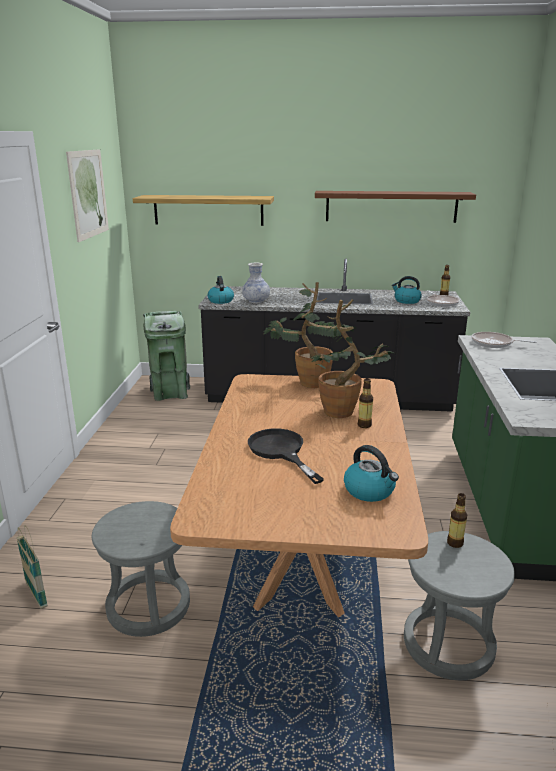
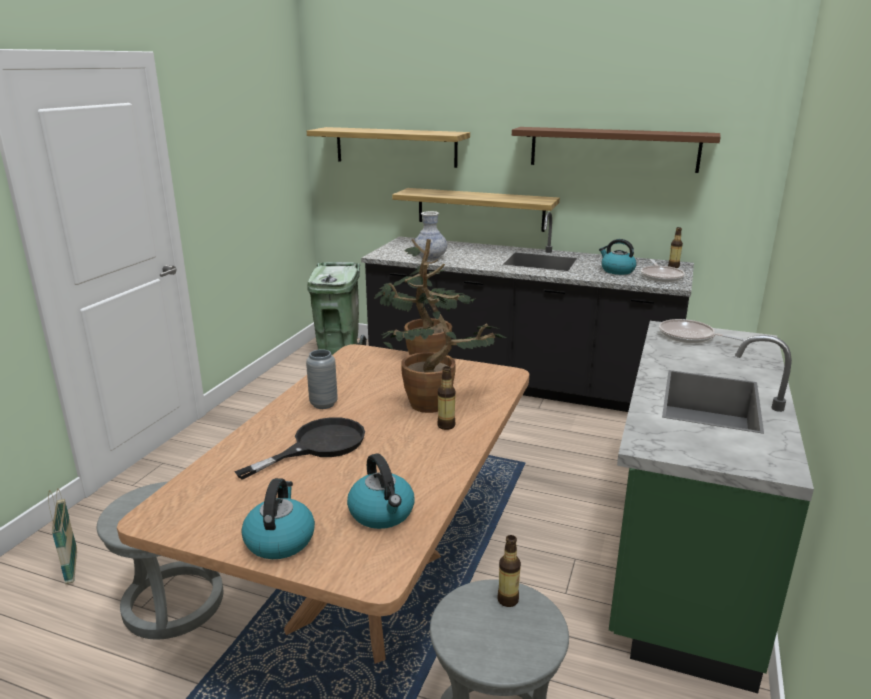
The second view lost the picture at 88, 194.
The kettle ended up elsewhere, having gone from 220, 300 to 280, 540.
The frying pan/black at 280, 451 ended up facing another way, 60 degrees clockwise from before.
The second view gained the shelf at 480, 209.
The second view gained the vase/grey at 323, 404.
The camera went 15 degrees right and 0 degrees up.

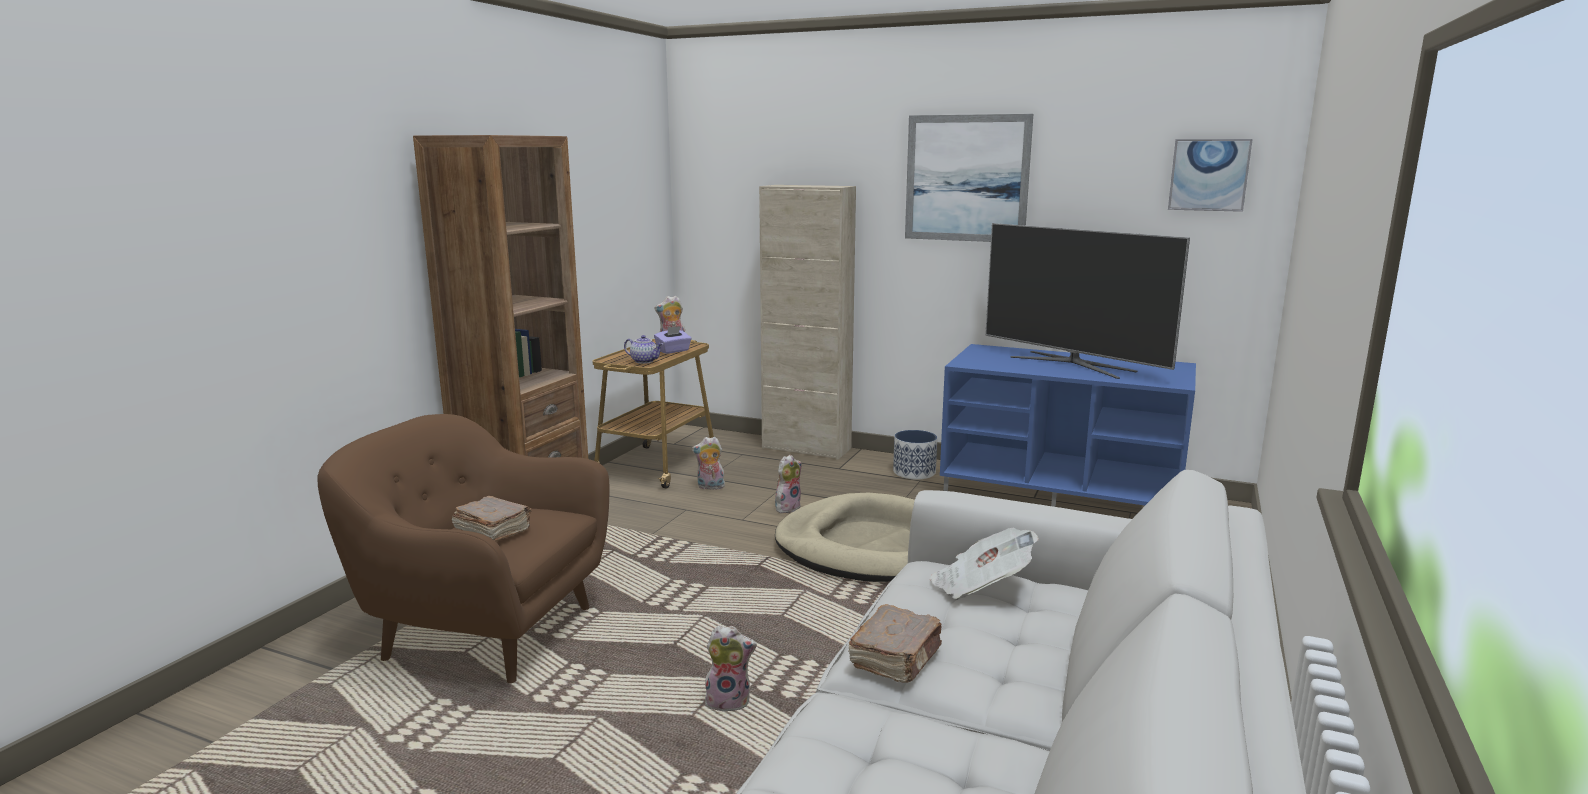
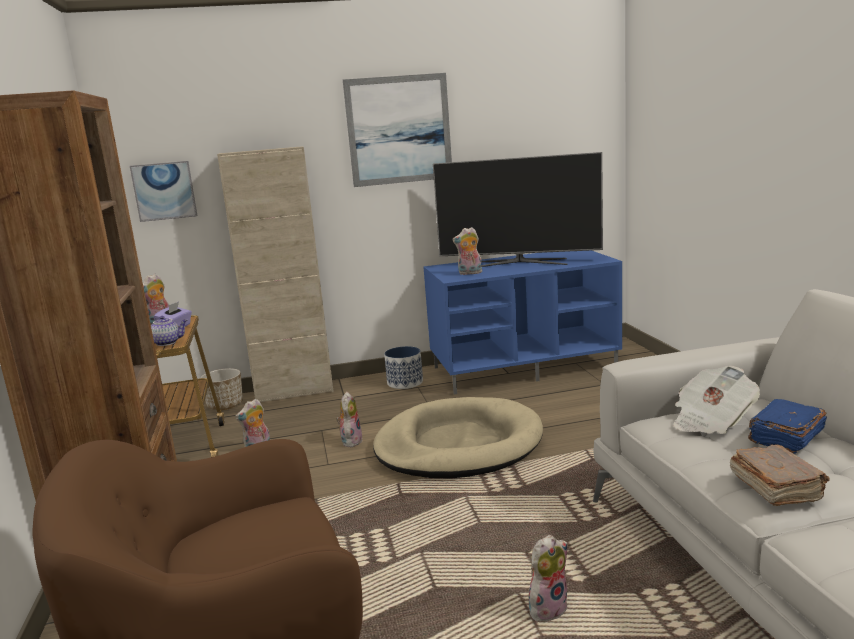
The picture ended up elsewhere, having gone from 1209, 175 to 164, 191.
The second view lost the book/brown at 492, 531.
The second view gained the plush toy at 469, 273.
The second view gained the planter at 225, 405.
The second view gained the book/blue at 785, 437.
The camera went 35 degrees left and 0 degrees up.

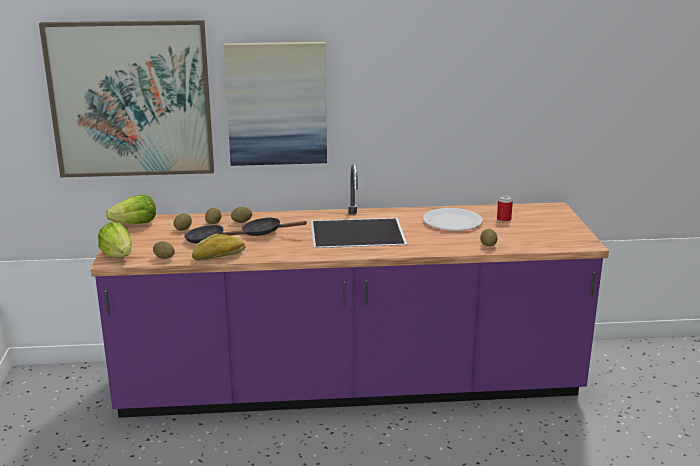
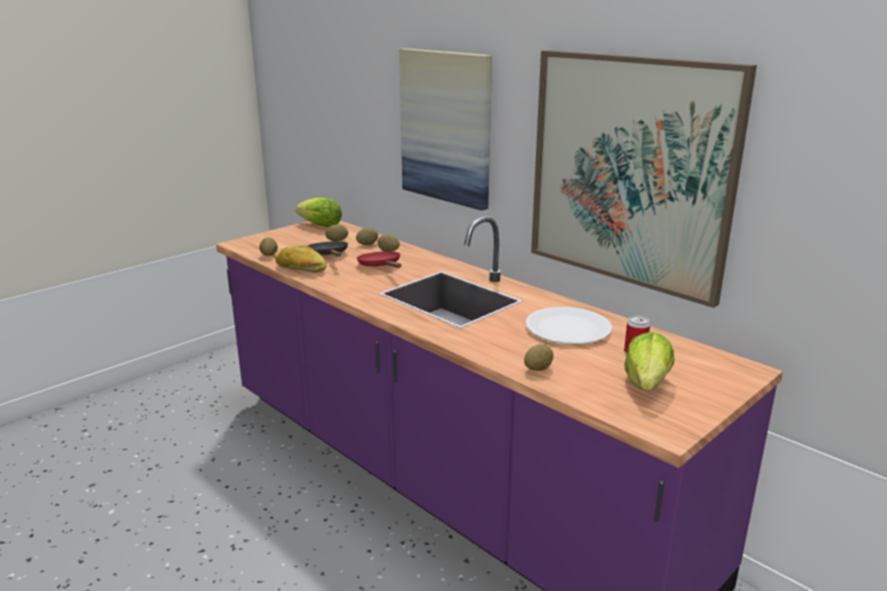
The picture ended up elsewhere, having gone from 131, 99 to 629, 172.
What was the frying pan/black at 266, 232 turned into the frying pan/red at 381, 266.
The lettuce ended up elsewhere, having gone from 118, 255 to 647, 384.
The camera went 50 degrees right and 0 degrees up.

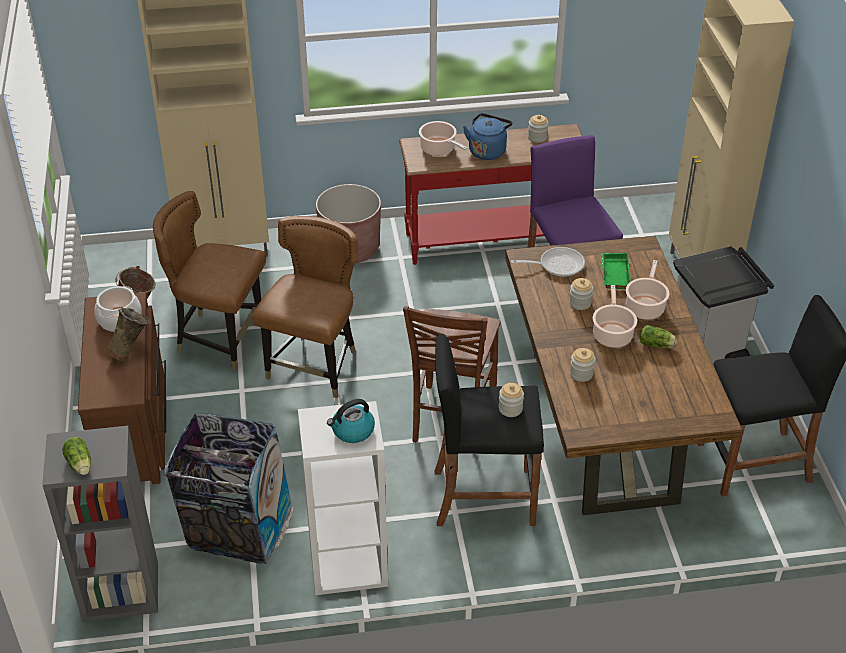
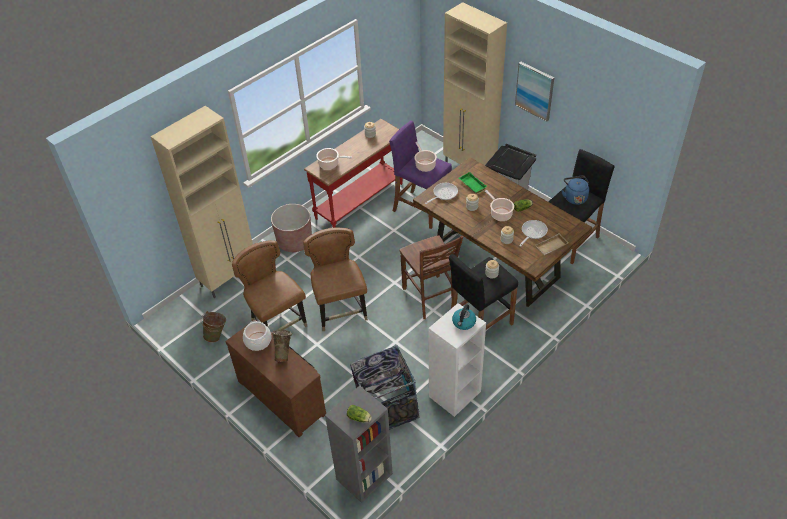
The kettle/blue ended up elsewhere, having gone from 487, 150 to 574, 197.
The chair/brown at 220, 339 ended up facing another way, 75 degrees clockwise from before.
The cooking pot ended up elsewhere, having gone from 645, 307 to 425, 165.
The second view gained the picture at 535, 91.
The second view gained the frying pan at 532, 232.
The second view gained the tray/beige at 551, 247.
The camera went 35 degrees left and 5 degrees up.

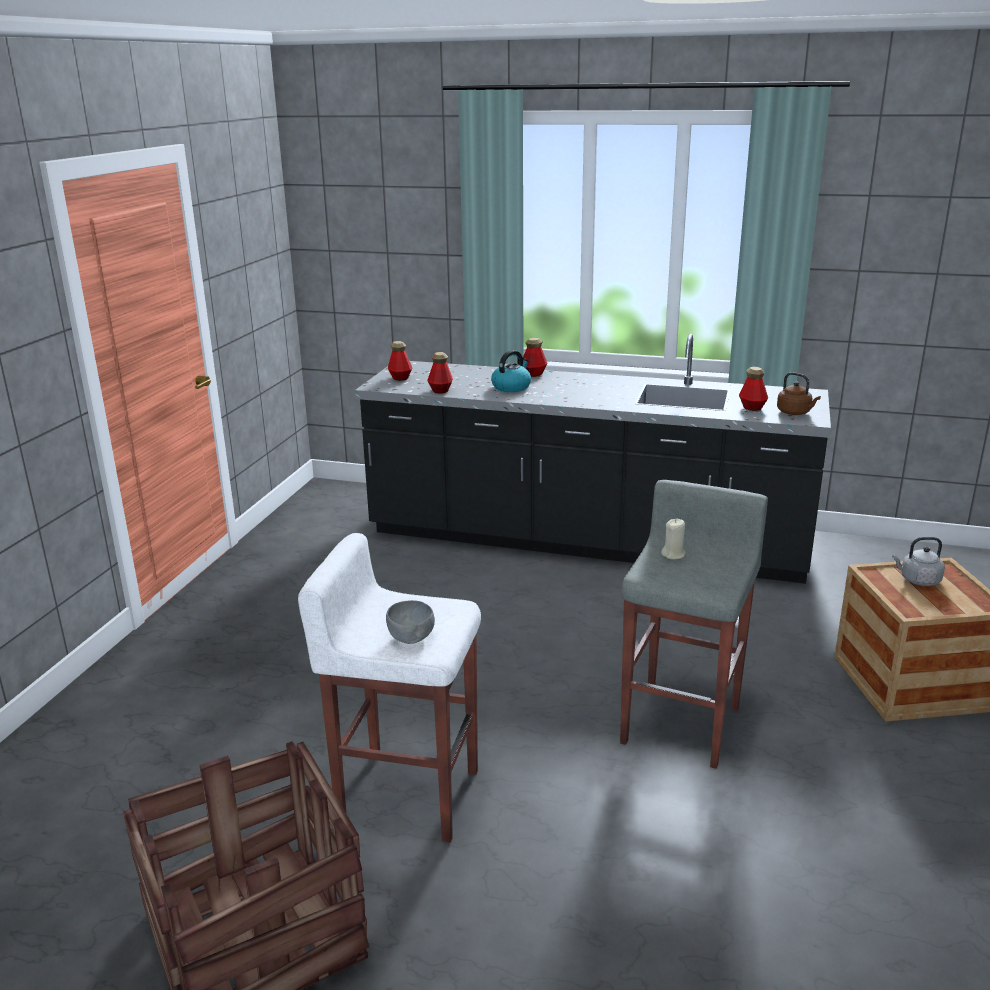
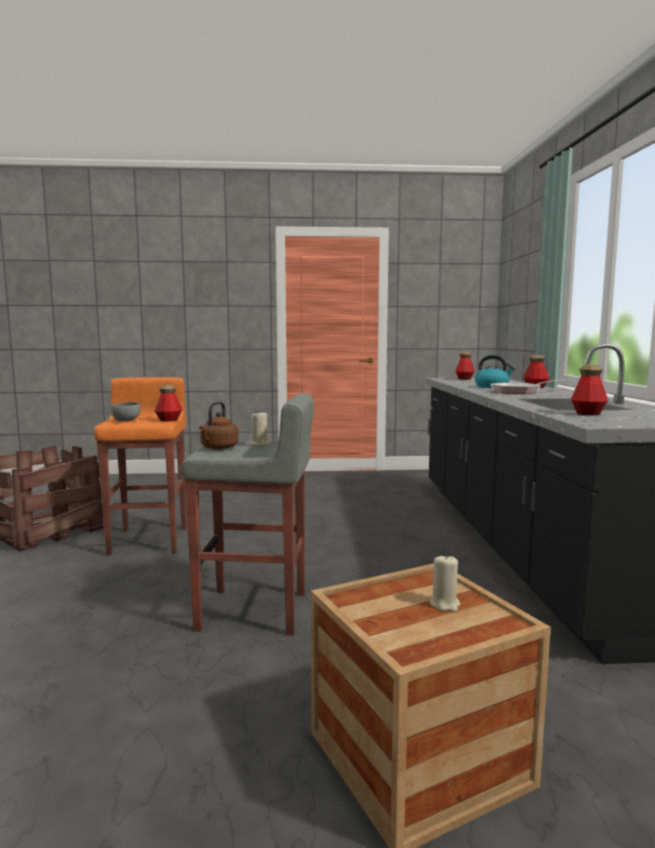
The bottle ended up elsewhere, having gone from 440, 390 to 169, 420.
The kettle/brown ended up elsewhere, having gone from 795, 413 to 218, 448.
What was the stool/white at 407, 794 turned into the stool/orange at 150, 540.
Where the kettle/grey stood at 918, 580, the candle/beige came to stand at 445, 604.
The second view gained the frying pan at 519, 392.
The camera went 70 degrees right and 15 degrees down.

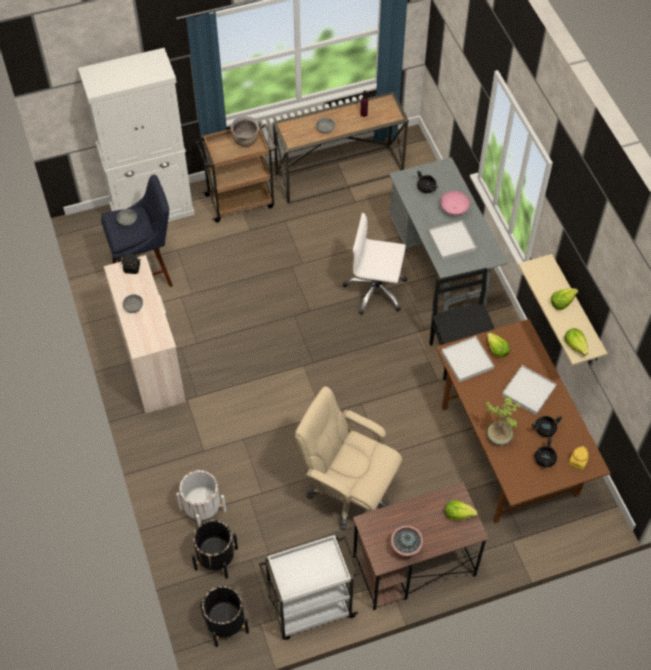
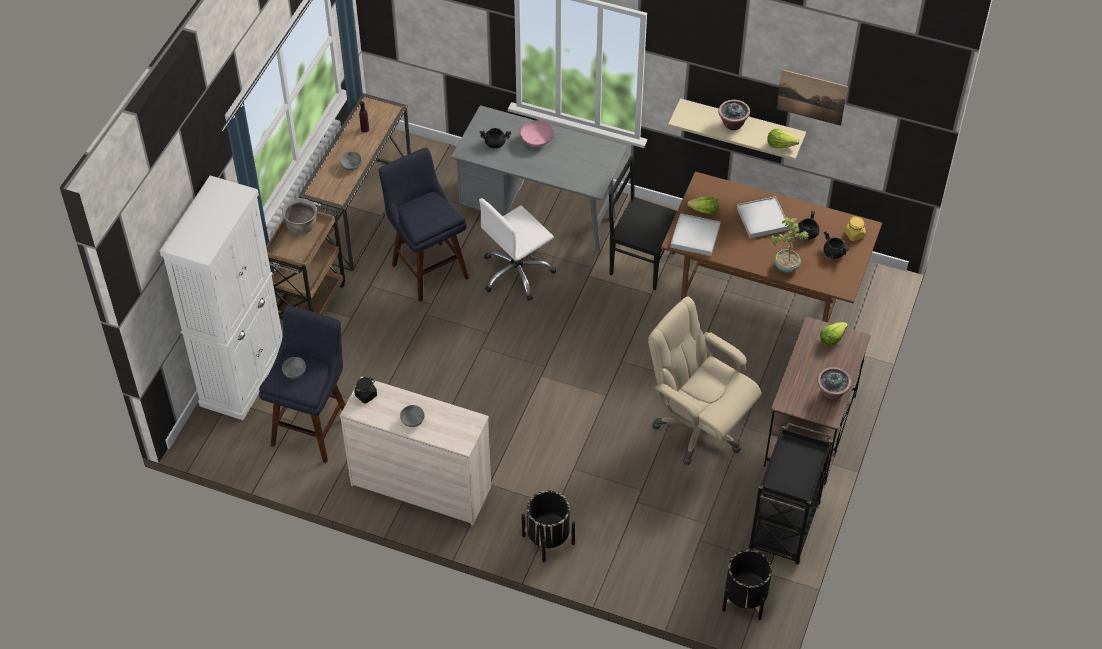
The second view lost the tray/white at 451, 241.
Where the lettuce stood at 562, 302, the potted plant came to stand at 732, 124.
The office chair/beige at 348, 491 ended up facing another way, 60 degrees clockwise from before.
The second view lost the planter/white at 202, 509.
The planter/black ended up elsewhere, having gone from 216, 558 to 548, 539.
What was the cart/white at 309, 608 turned into the cart/black at 784, 528.
The second view gained the picture at 811, 97.
The second view gained the stool/blue at 427, 268.
The camera went 50 degrees left and 5 degrees down.

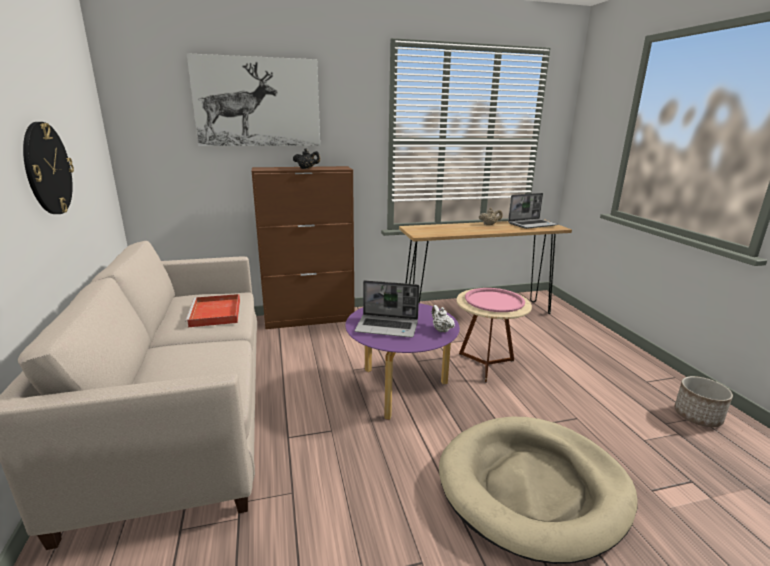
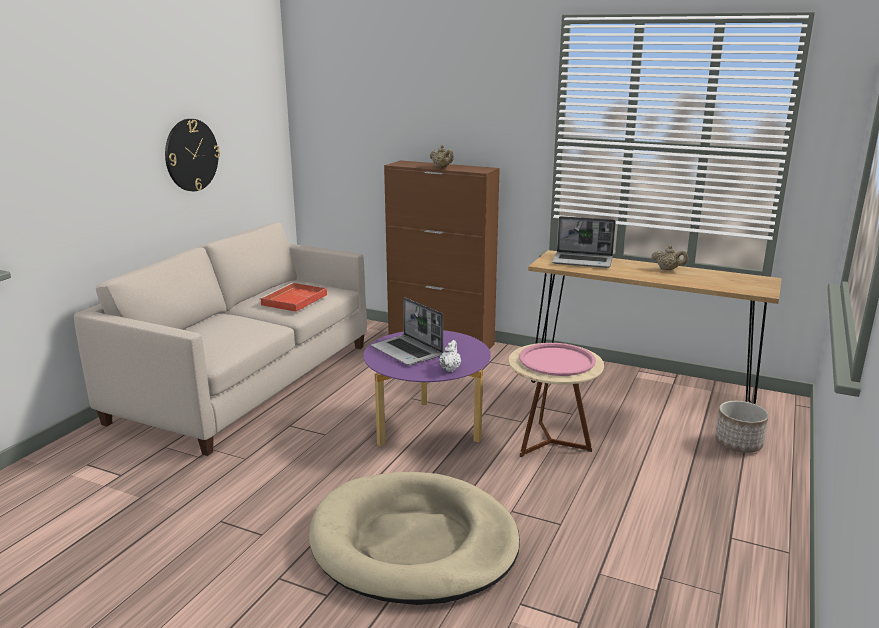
The second view lost the picture at 257, 102.
What was the teapot/black at 307, 168 turned into the teapot/beige at 442, 167.
The laptop ended up elsewhere, having gone from 532, 224 to 583, 261.
The planter ended up elsewhere, having gone from 698, 416 to 738, 444.
The camera went 40 degrees right and 0 degrees up.

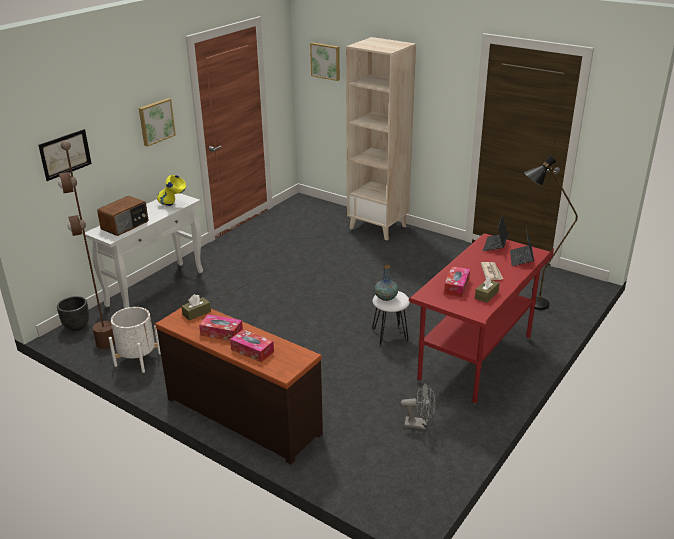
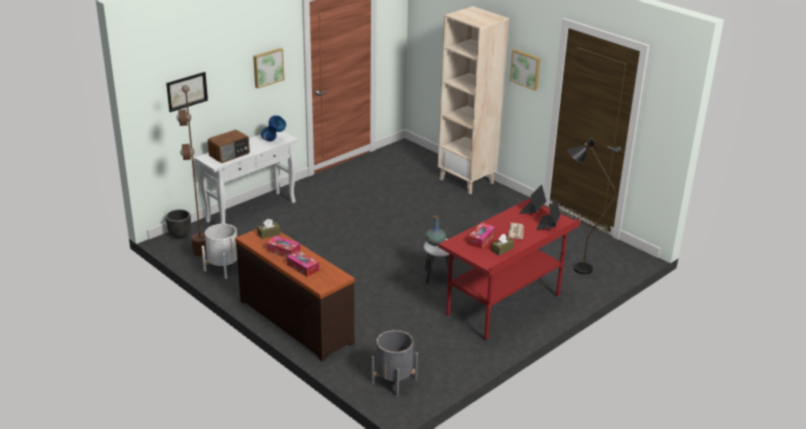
The picture ended up elsewhere, having gone from 326, 61 to 526, 69.
What was the vase/yellow at 173, 205 turned into the vase/blue at 274, 141.
The second view lost the fan/grey at 419, 424.
The second view gained the planter/grey at 394, 381.
The camera went 10 degrees right and 0 degrees up.

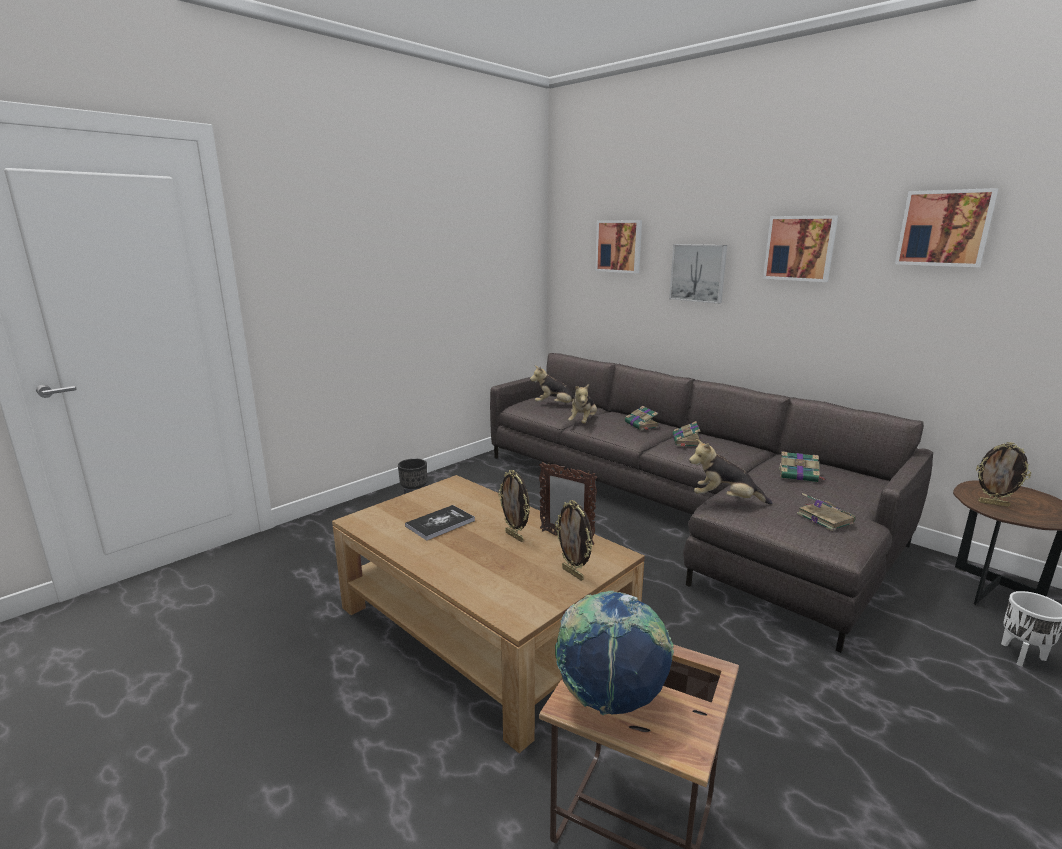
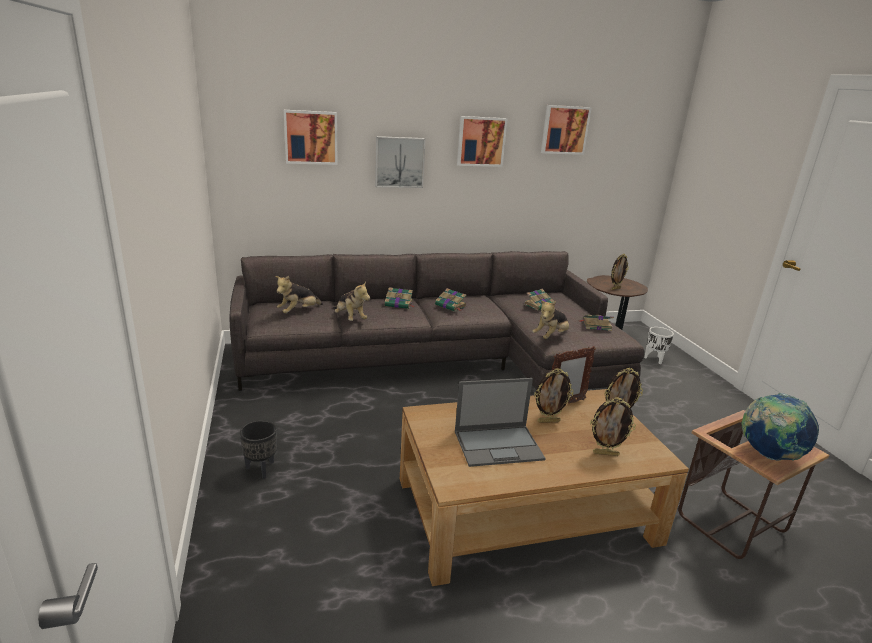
Where the book stood at 440, 523, the laptop came to stand at 499, 445.
The second view gained the picture frame at 605, 453.
The camera went 60 degrees left and 5 degrees up.

